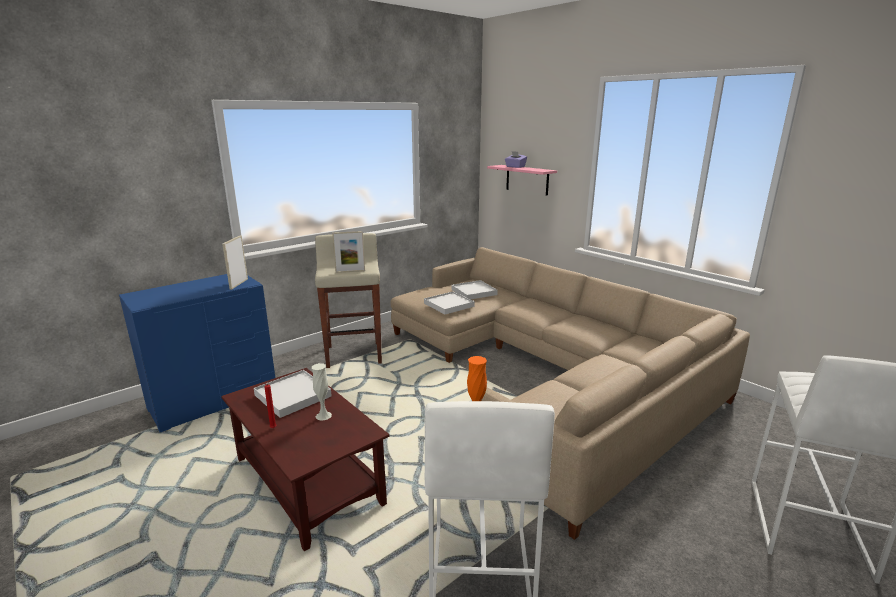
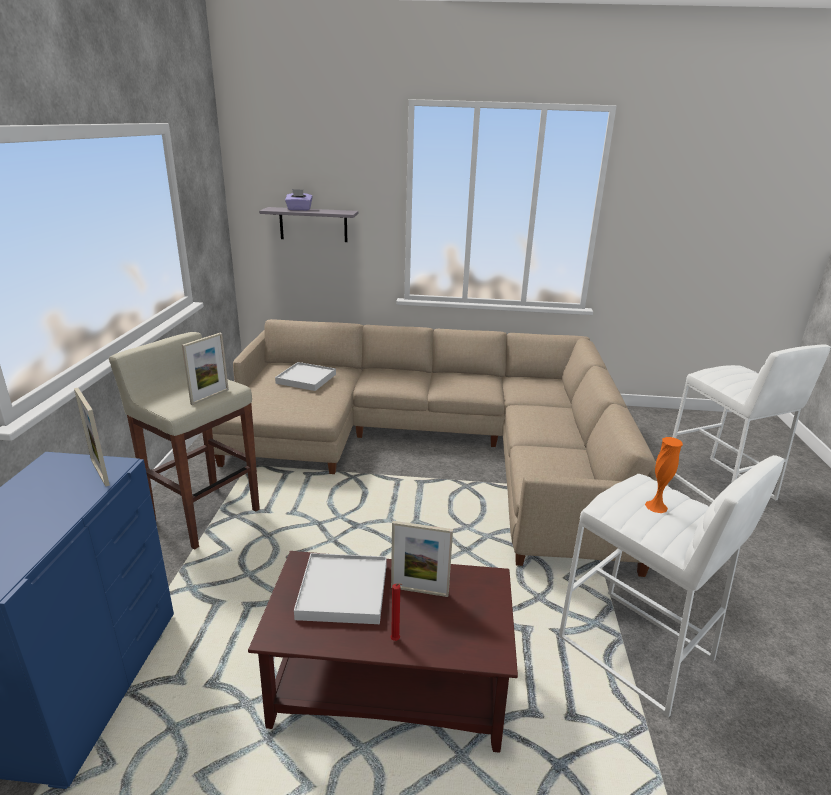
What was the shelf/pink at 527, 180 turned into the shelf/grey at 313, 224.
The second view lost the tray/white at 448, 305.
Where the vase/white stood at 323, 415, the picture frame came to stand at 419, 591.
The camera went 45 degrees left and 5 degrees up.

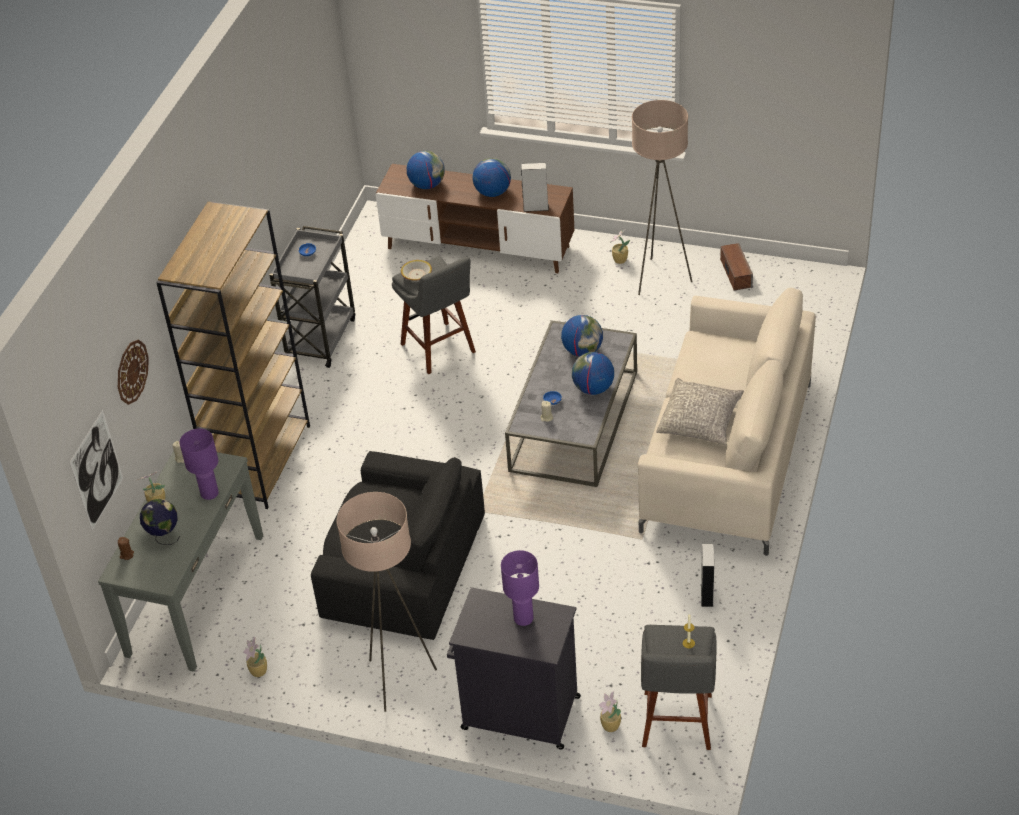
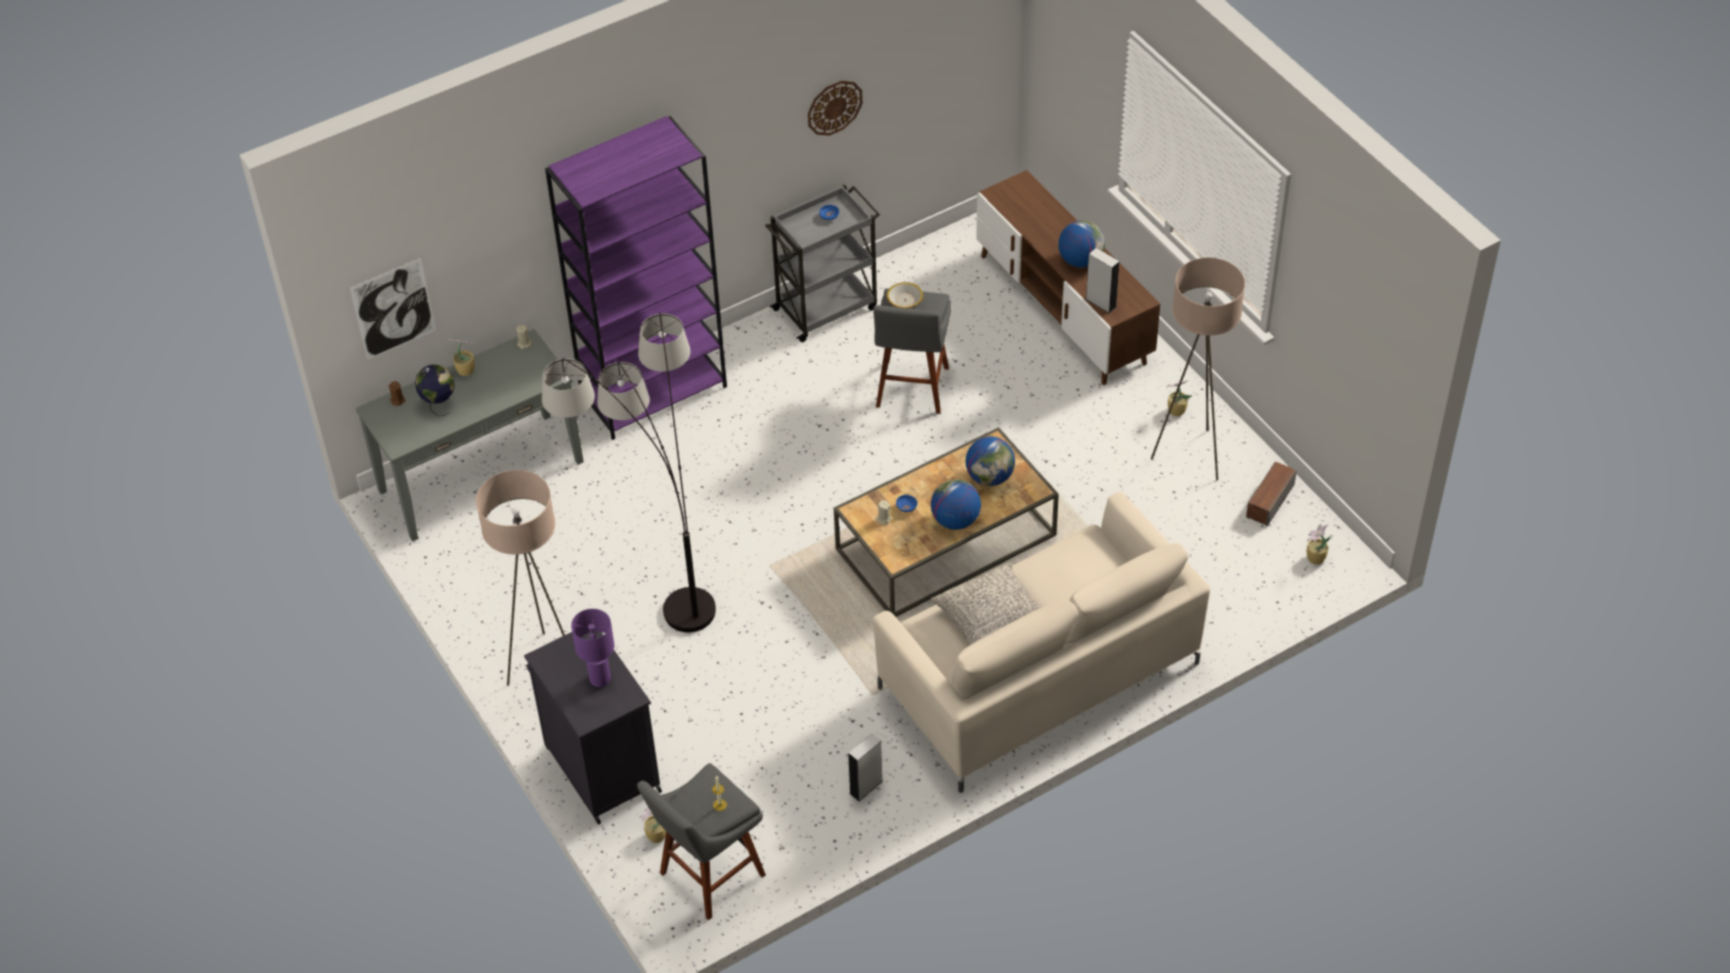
The second view lost the globe at 427, 185.
What was the bookcase/brown at 261, 461 turned into the bookcase/purple at 654, 392.
What was the coffee table/grey at 575, 421 turned into the coffee table/brown at 946, 543.
The wall clock ended up elsewhere, having gone from 131, 371 to 834, 107.
The second view lost the table lamp/purple at 209, 493.
Where the armchair/black stood at 402, 566, the floor lamp came to stand at 656, 570.
The potted plant ended up elsewhere, having gone from 258, 672 to 1315, 559.
The camera went 40 degrees right and 5 degrees up.

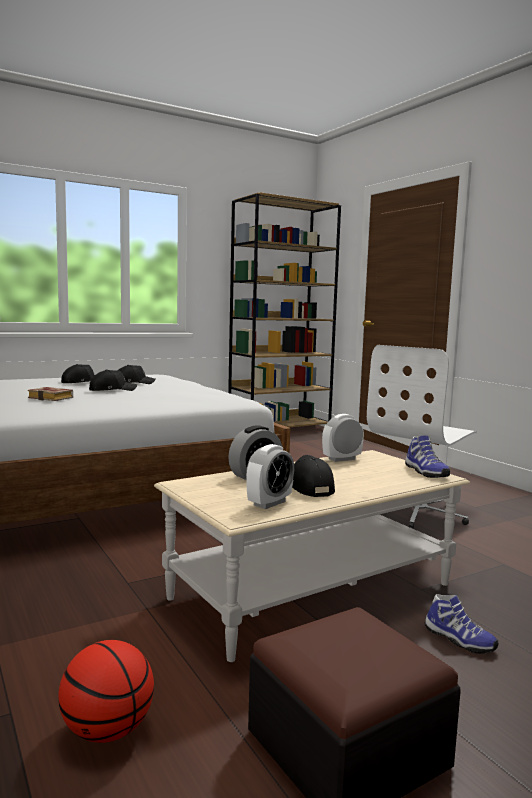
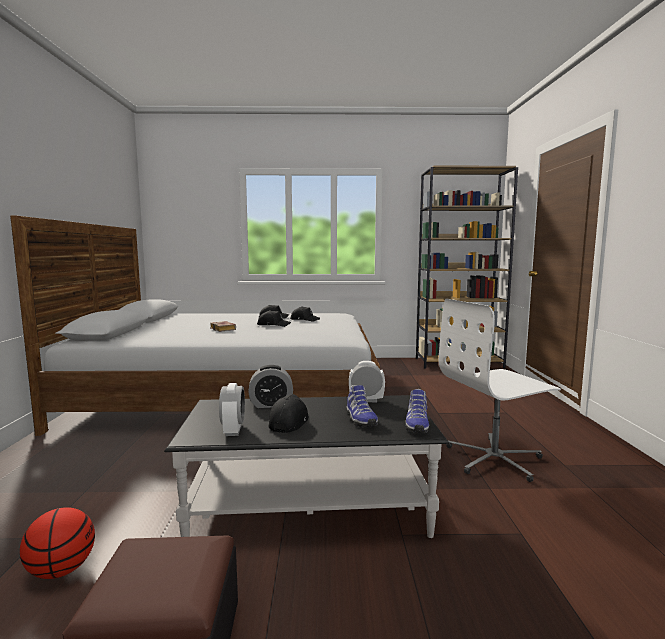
The alarm clock at 269, 503 ended up facing another way, 75 degrees counterclockwise from before.
What was the coffee table/beige at 312, 591 turned into the coffee table/black at 309, 509.
The shoe ended up elsewhere, having gone from 458, 640 to 359, 419.
The camera went 30 degrees right and 0 degrees up.

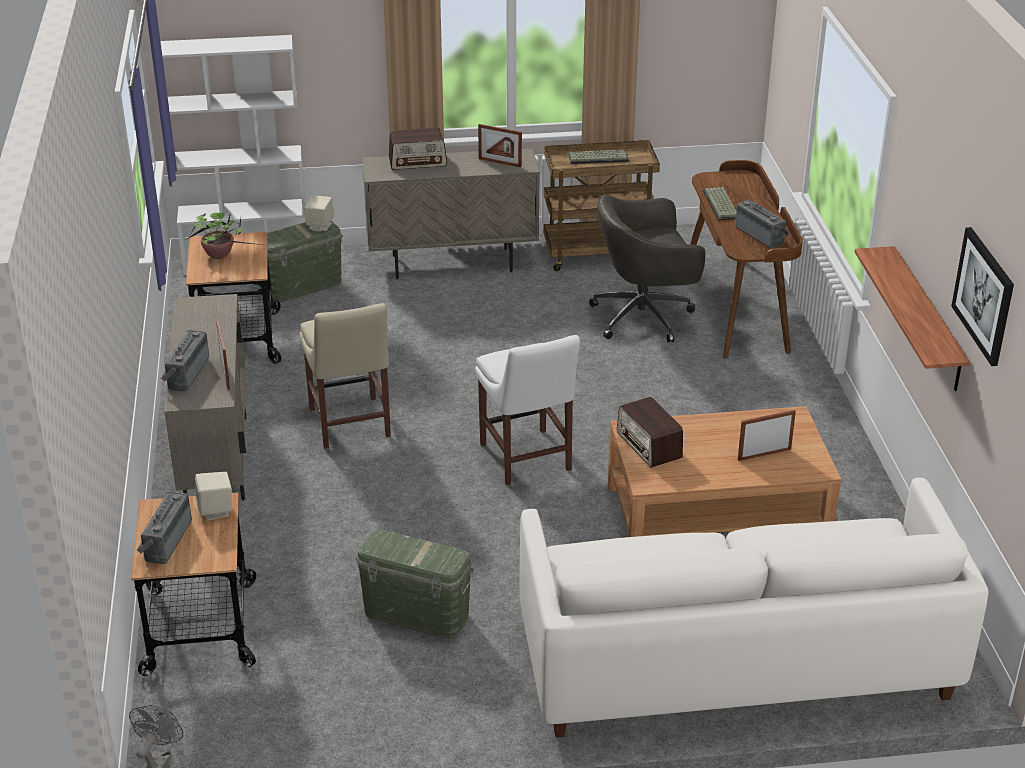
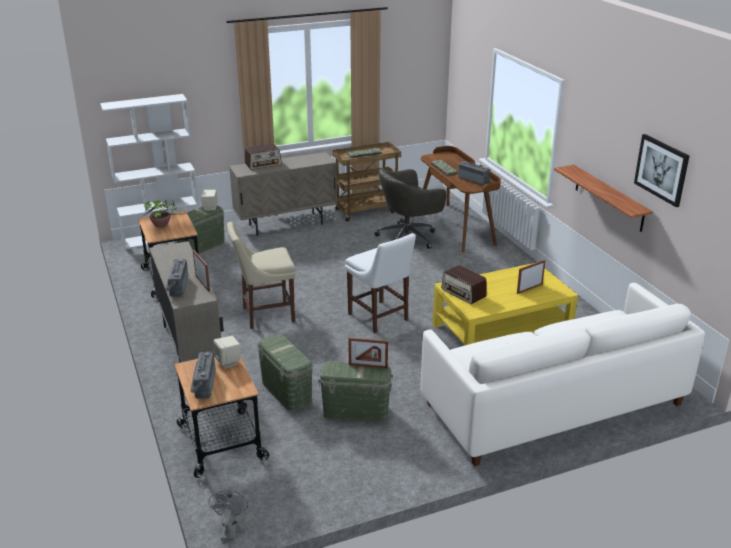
The picture frame ended up elsewhere, having gone from 500, 162 to 368, 366.
The chair/beige at 350, 425 ended up facing another way, 105 degrees clockwise from before.
What was the coffee table/brown at 716, 513 turned into the coffee table/yellow at 501, 330.
The second view gained the storage box/green at 286, 392.
The camera went 15 degrees left and 5 degrees down.

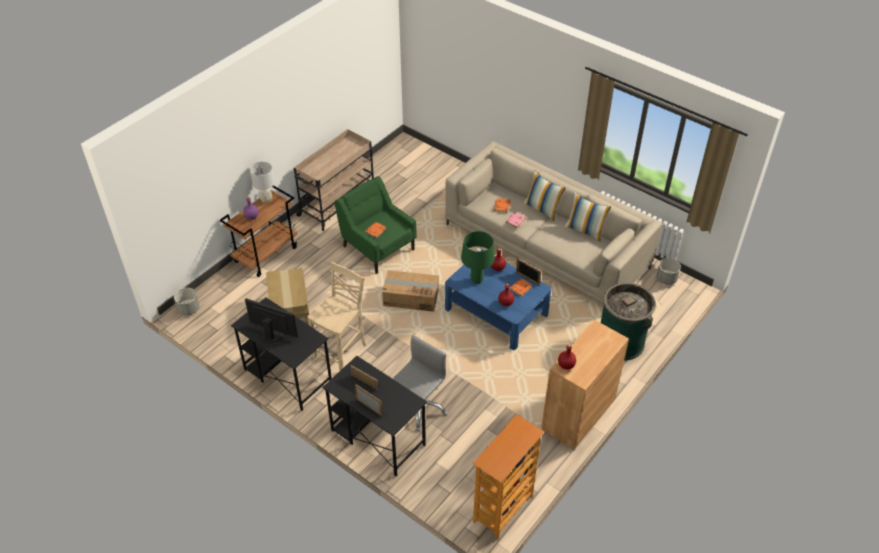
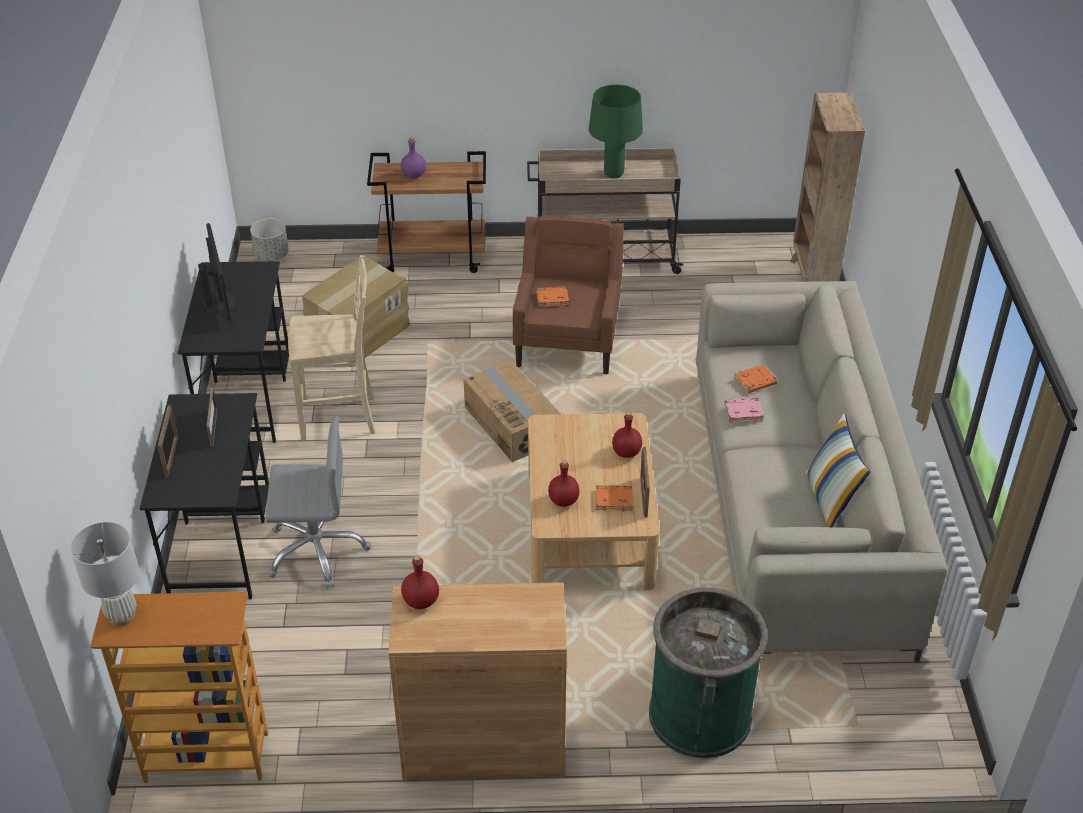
The table lamp/white ended up elsewhere, having gone from 266, 200 to 121, 615.
The second view lost the pillow at 542, 209.
What was the armchair/green at 378, 247 turned into the armchair/brown at 568, 339.
The table lamp/green ended up elsewhere, having gone from 476, 280 to 614, 174.
What was the coffee table/blue at 496, 311 turned into the coffee table/beige at 589, 527.
The second view lost the planter/grey at 666, 279.
The second view gained the bookcase/brown at 812, 278.
The camera went 50 degrees right and 5 degrees down.

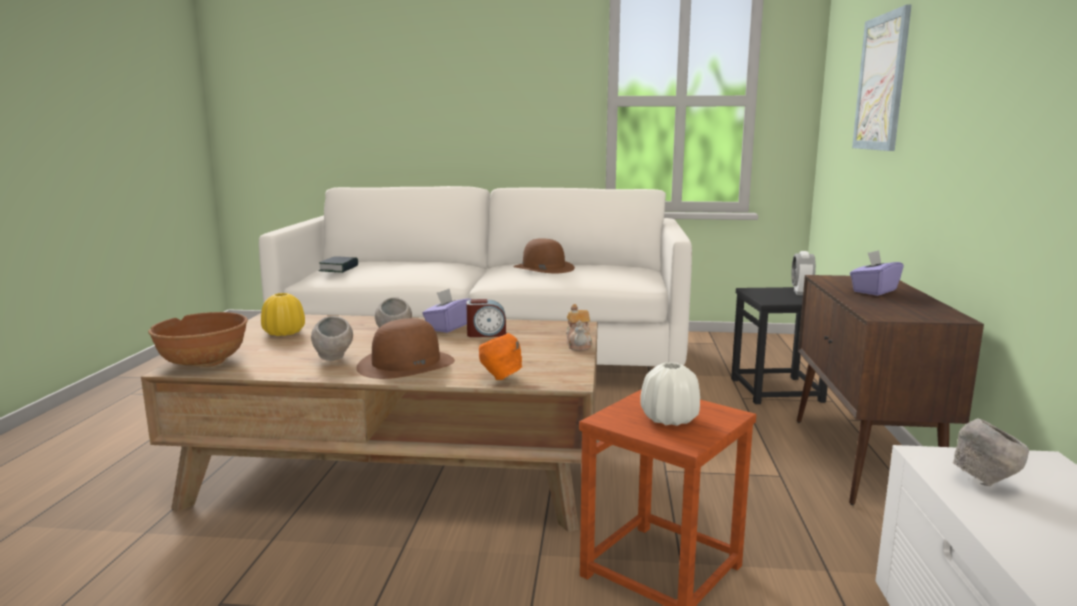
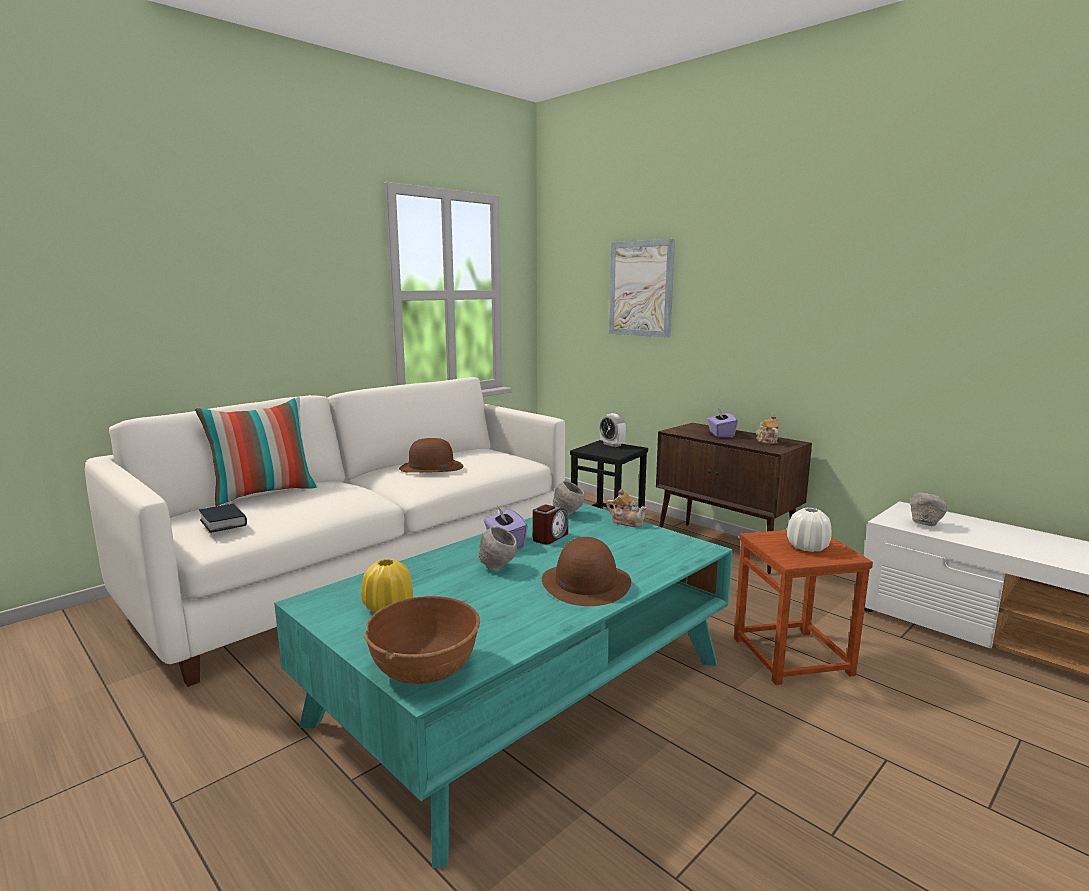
What was the coffee table/brown at 404, 464 turned into the coffee table/turquoise at 526, 690.
The bowl/grey ended up elsewhere, having gone from 333, 360 to 568, 514.
The second view lost the bowl/orange at 500, 378.
The second view gained the pillow at 264, 493.
The second view gained the teapot at 766, 441.
The camera went 50 degrees left and 0 degrees up.

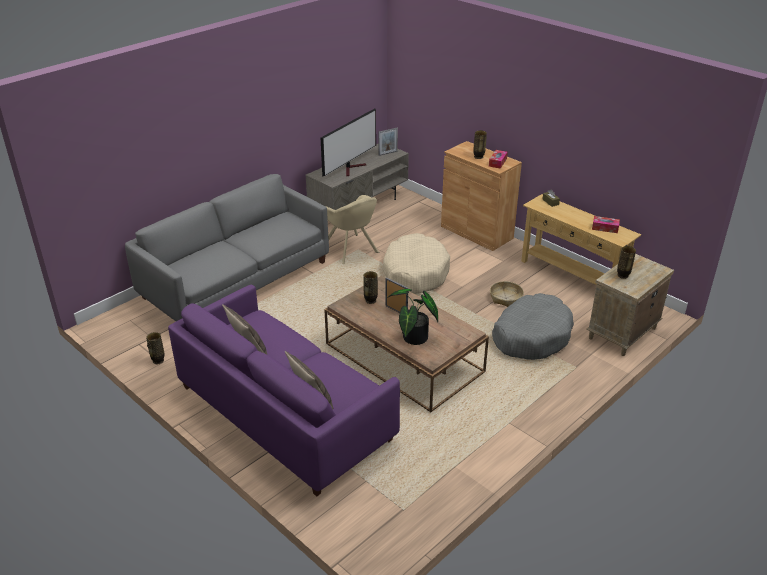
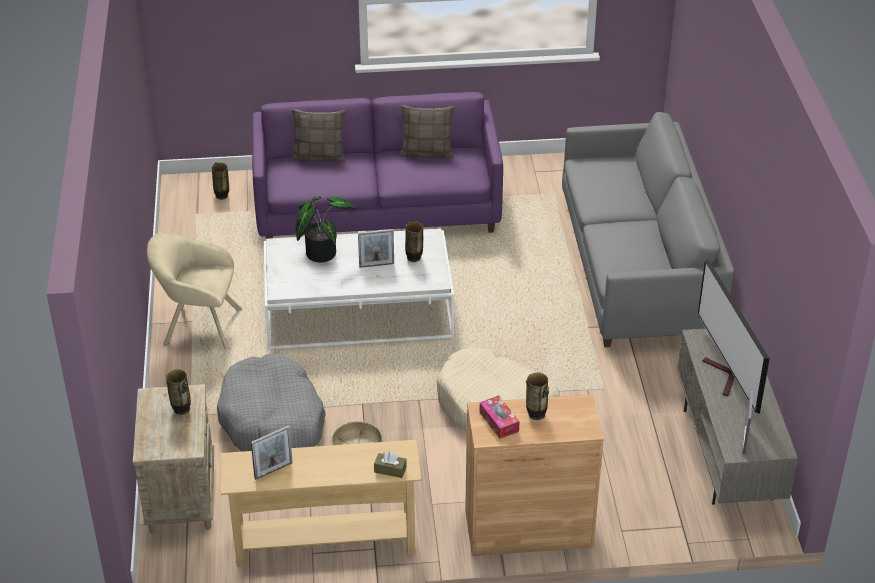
The armchair/beige ended up elsewhere, having gone from 351, 250 to 198, 326.
Where the tissue box stood at 605, 228, the picture frame came to stand at 273, 470.
What was the coffee table/brown at 403, 357 turned into the coffee table/white at 359, 310.
The vase ended up elsewhere, having gone from 158, 361 to 222, 196.
The camera went 130 degrees right and 5 degrees up.

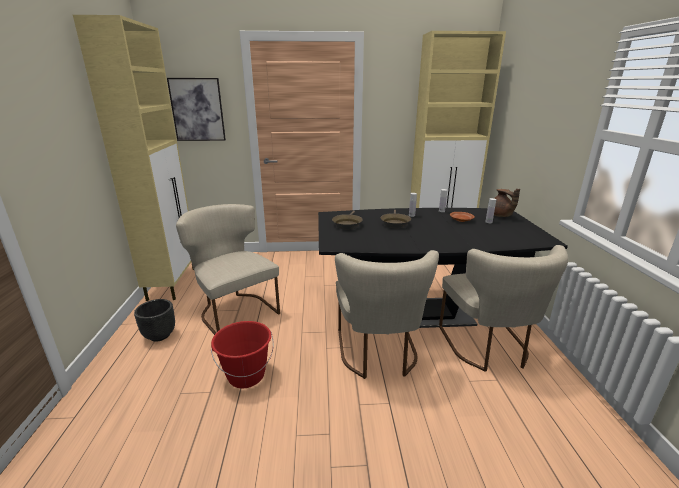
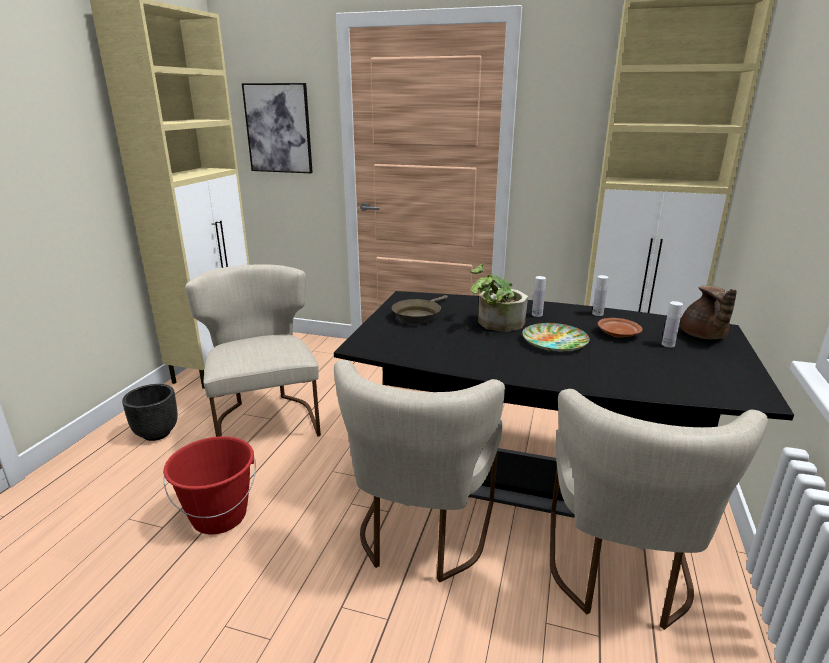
Where the frying pan/brown stood at 395, 223, the potted plant came to stand at 495, 324.
The second view gained the plate at 555, 342.
The camera went 20 degrees right and 0 degrees up.

